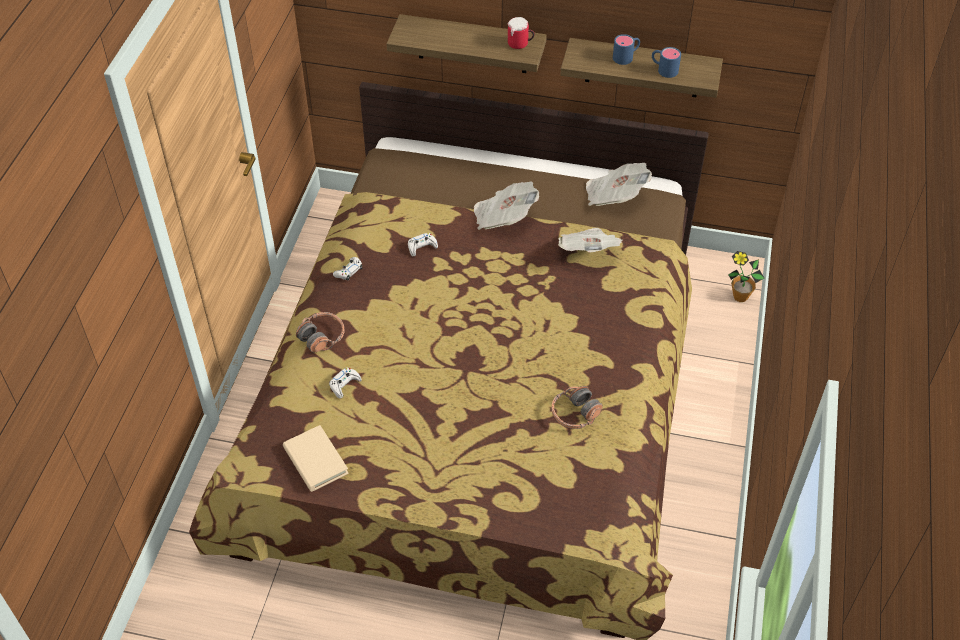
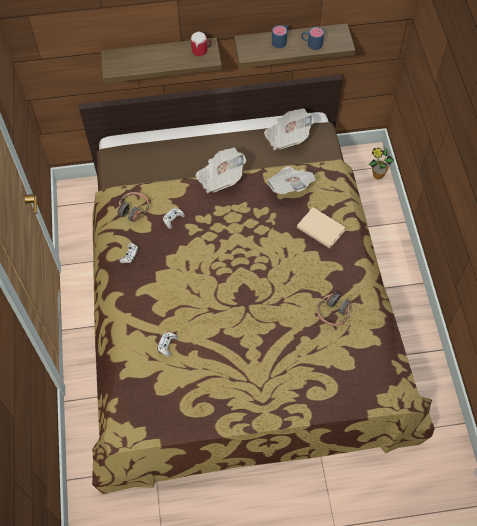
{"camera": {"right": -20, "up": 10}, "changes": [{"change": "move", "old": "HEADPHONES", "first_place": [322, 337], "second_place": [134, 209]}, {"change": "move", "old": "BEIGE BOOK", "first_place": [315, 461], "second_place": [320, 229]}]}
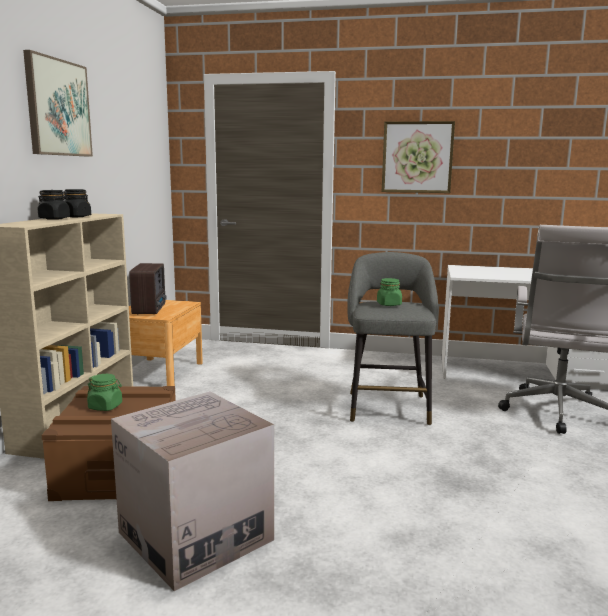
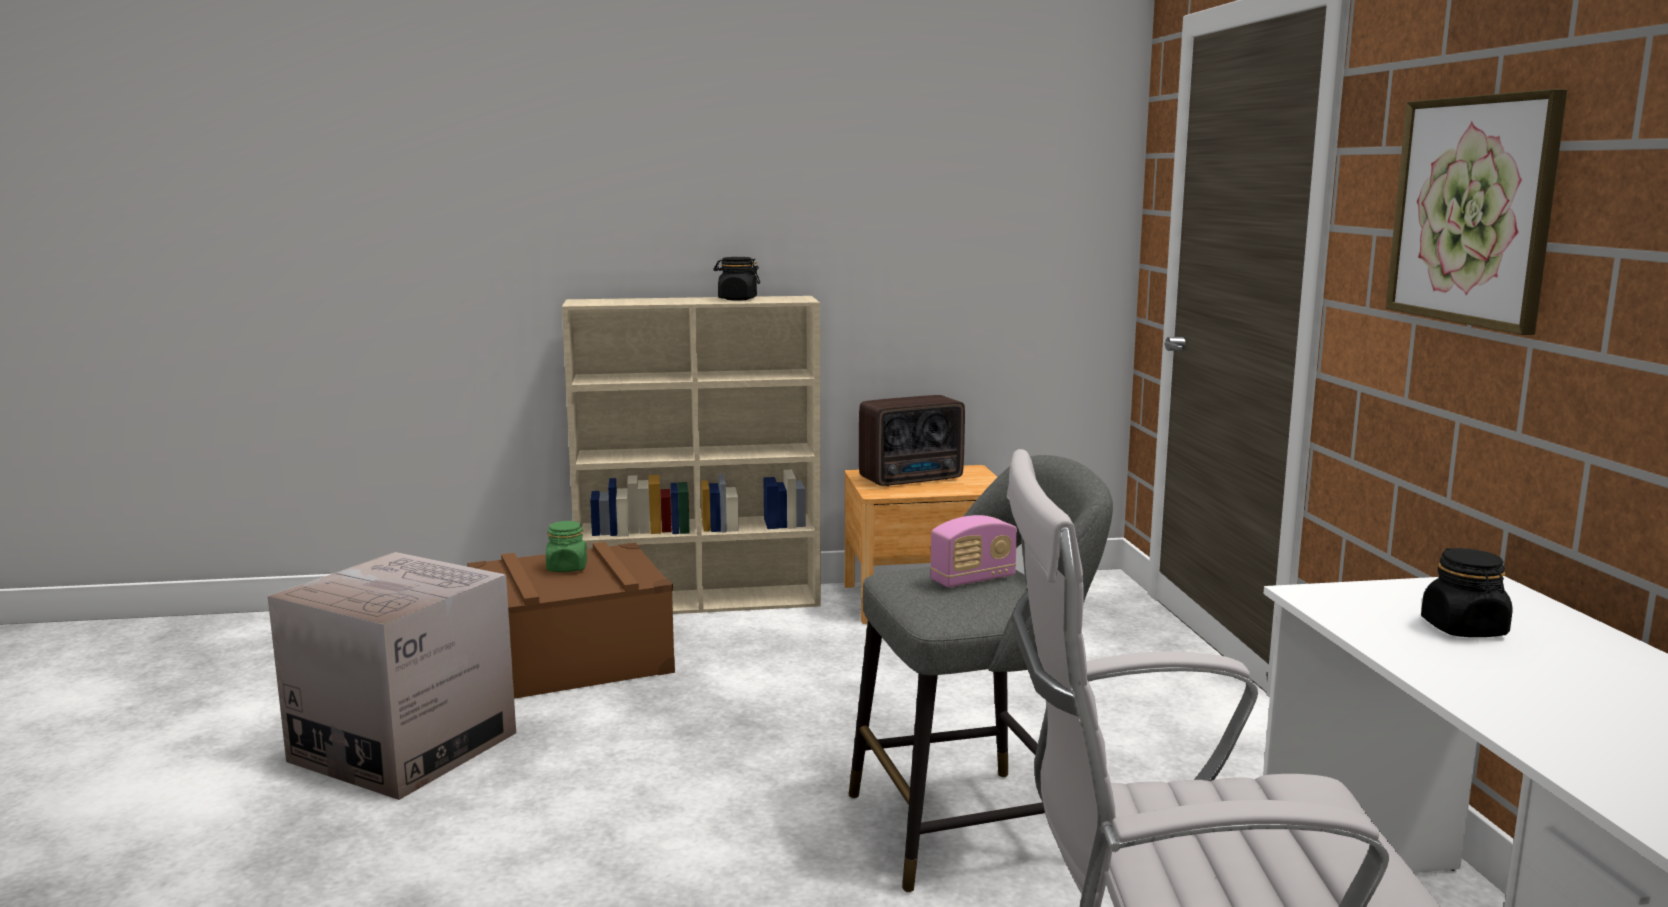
{"camera": {"right": 70, "up": 0}, "changes": [{"change": "replace", "old": "GREEN JAR", "new": "RADIO", "first_place": [389, 304], "second_place": [973, 580]}, {"change": "move", "old": "BLACK JAR", "first_place": [54, 219], "second_place": [1464, 629]}, {"change": "delete", "old": "PICTURE", "first_place": [58, 108]}]}
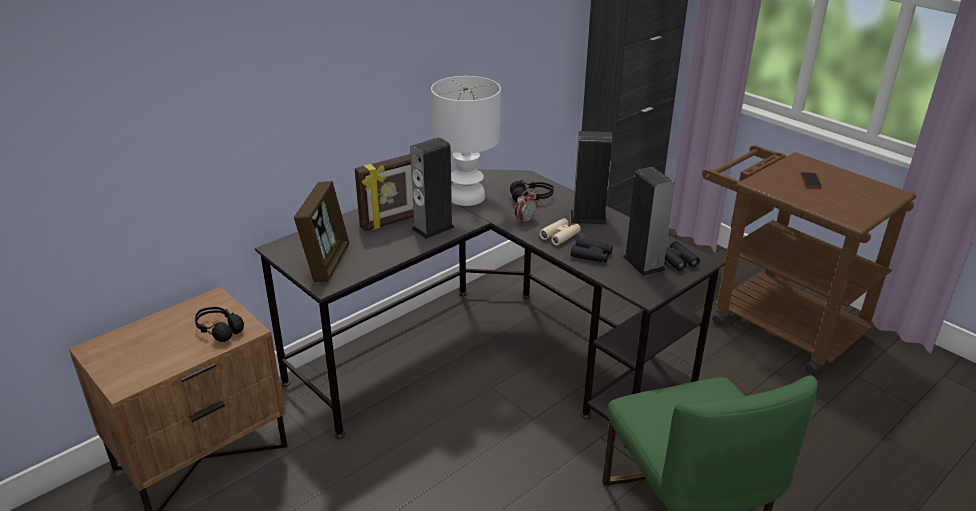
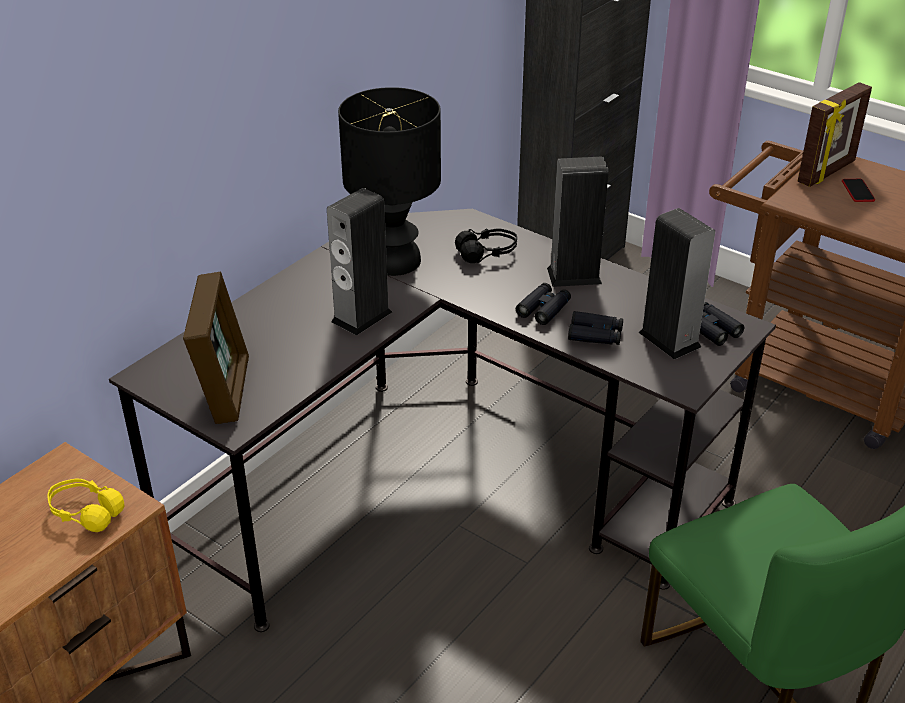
{"camera": {"right": -10, "up": 5}, "changes": [{"change": "recolor", "old": "BLACK HEADPHONES", "new": "YELLOW HEADPHONES", "first_place": [219, 330], "second_place": [85, 513]}, {"change": "recolor", "old": "WHITE TABLE LAMP", "new": "BLACK TABLE LAMP", "first_place": [467, 197], "second_place": [395, 261]}, {"change": "recolor", "old": "BEIGE BINOCULARS", "new": "BLACK BINOCULARS", "first_place": [560, 235], "second_place": [543, 309]}, {"change": "move", "old": "PICTURE FRAME", "first_place": [391, 222], "second_place": [827, 172]}, {"change": "delete", "old": "ALARM CLOCK", "first_place": [525, 220]}]}
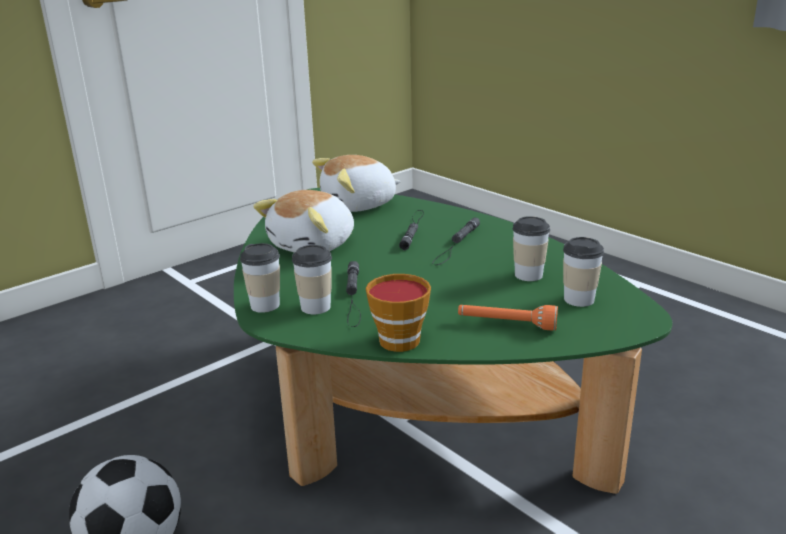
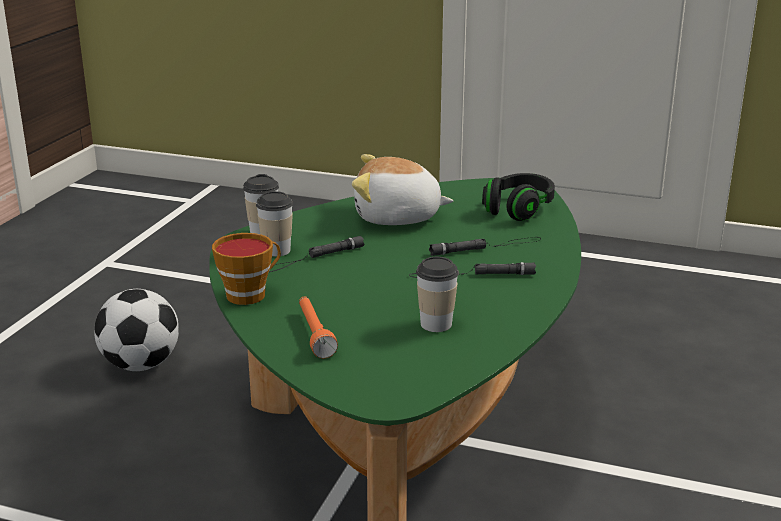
{"camera": {"right": 60, "up": 0}, "changes": [{"change": "replace", "old": "PLUSH TOY", "new": "BLACK HEADPHONES", "first_place": [359, 205], "second_place": [518, 210]}, {"change": "delete", "old": "CUP", "first_place": [579, 299]}]}
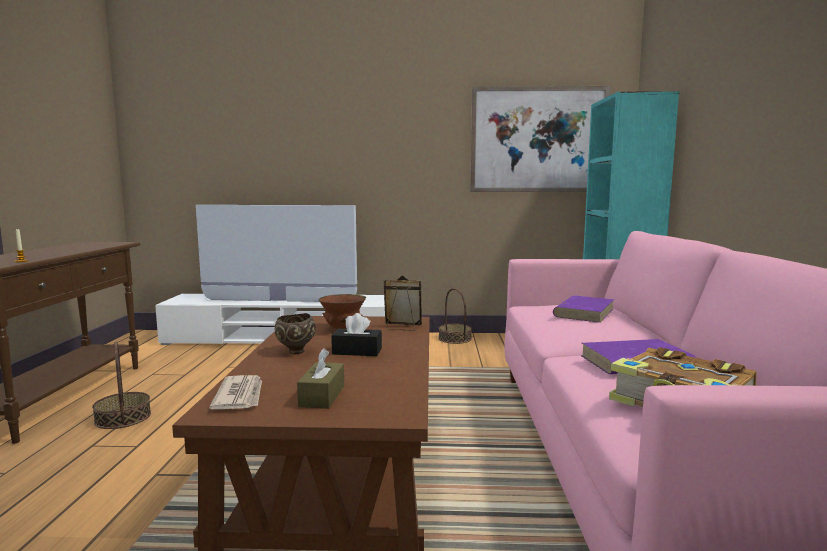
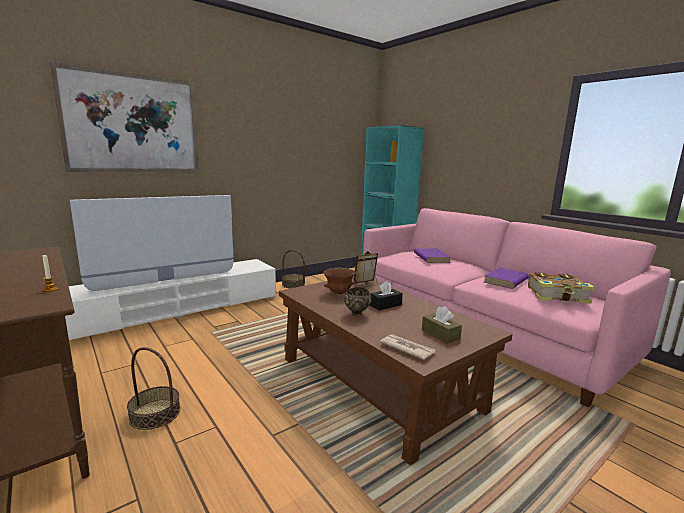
{"camera": {"right": -40, "up": 5}, "changes": [{"change": "move", "old": "PICTURE", "first_place": [538, 140], "second_place": [133, 124]}]}
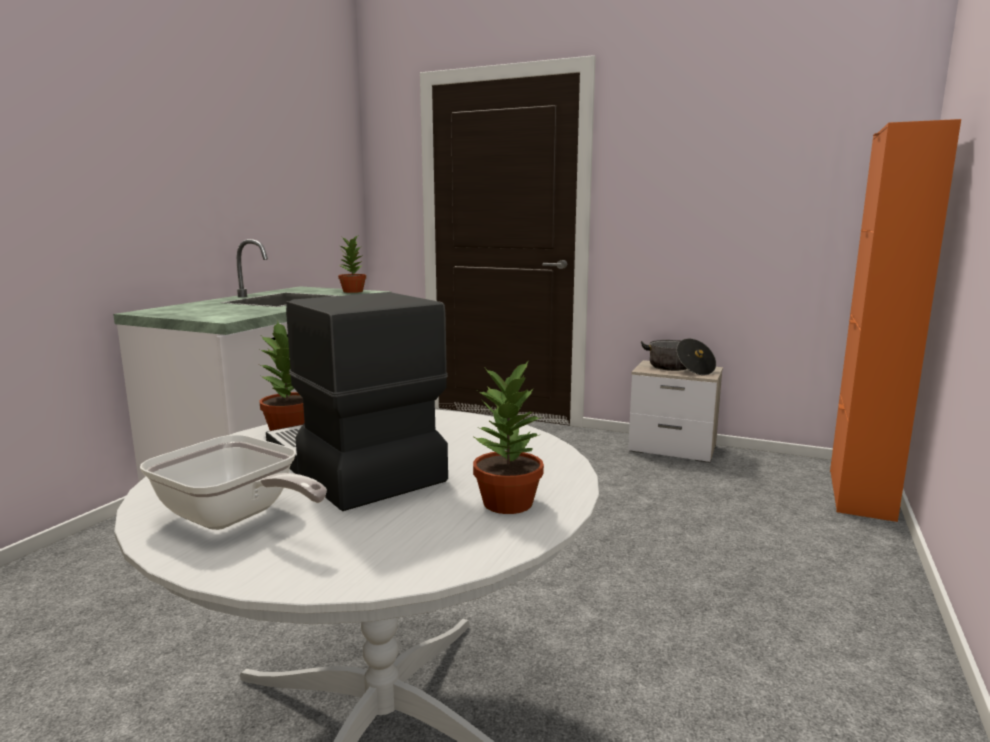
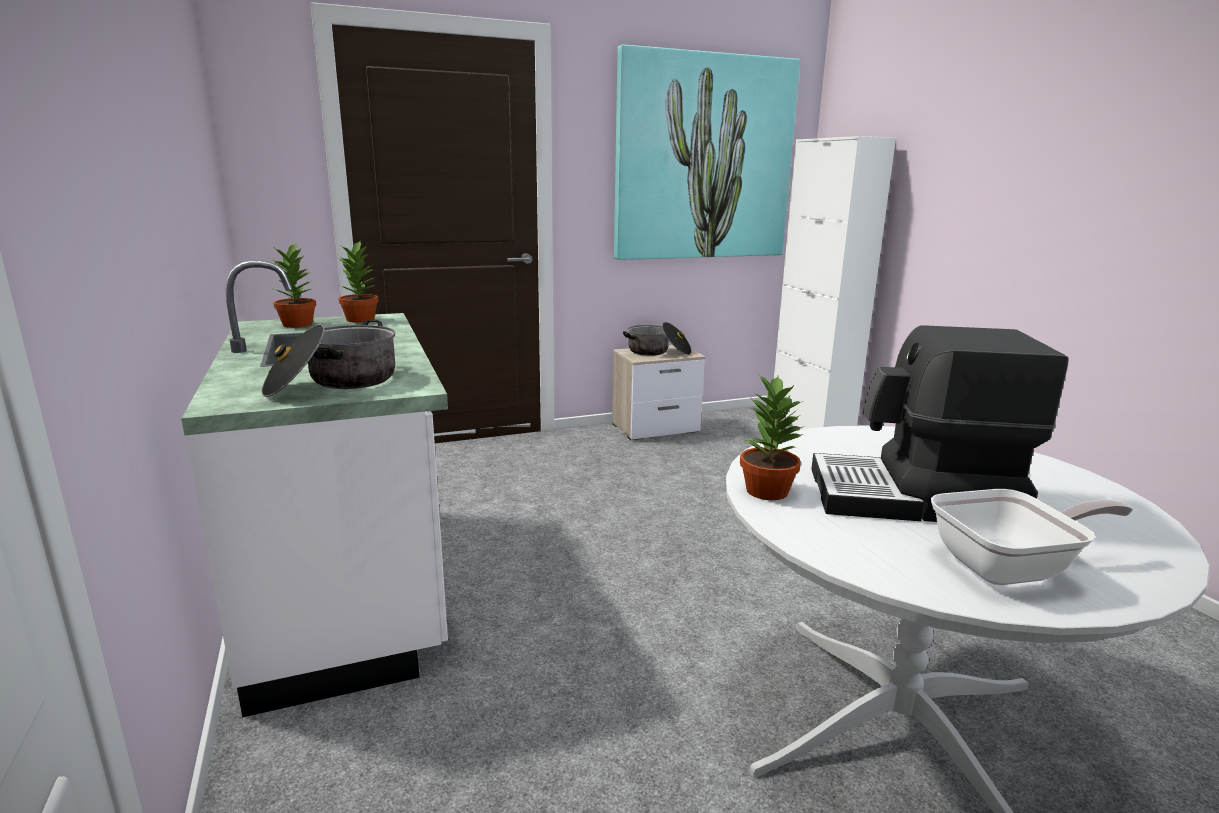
{"camera": {"right": -45, "up": 5}, "changes": [{"change": "insert", "new": "COOKING POT", "second_place": [334, 383]}, {"change": "move", "old": "POTTED PLANT", "first_place": [509, 503], "second_place": [298, 324]}, {"change": "insert", "new": "PICTURE", "second_place": [703, 159]}, {"change": "recolor", "old": "ORANGE CABINET", "new": "WHITE CABINET", "first_place": [860, 494], "second_place": [810, 426]}]}
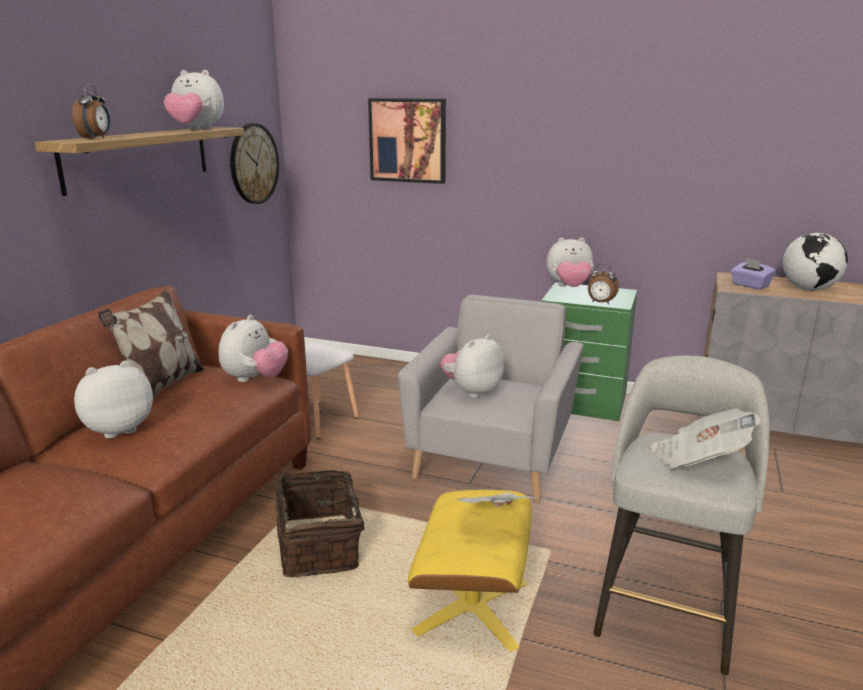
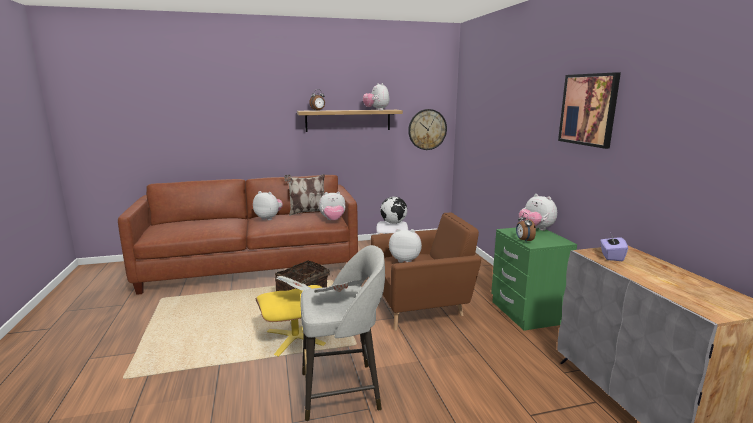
{"camera": {"right": 55, "up": -5}, "changes": [{"change": "recolor", "old": "GREY ARMCHAIR", "new": "BROWN ARMCHAIR", "first_place": [492, 456], "second_place": [421, 306]}, {"change": "move", "old": "GLOBE", "first_place": [808, 289], "second_place": [393, 223]}, {"change": "move", "old": "PICTURE", "first_place": [408, 140], "second_place": [588, 109]}]}
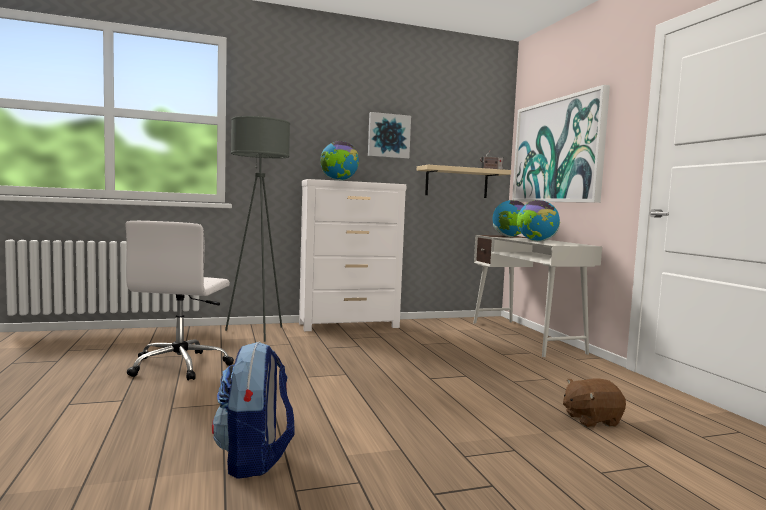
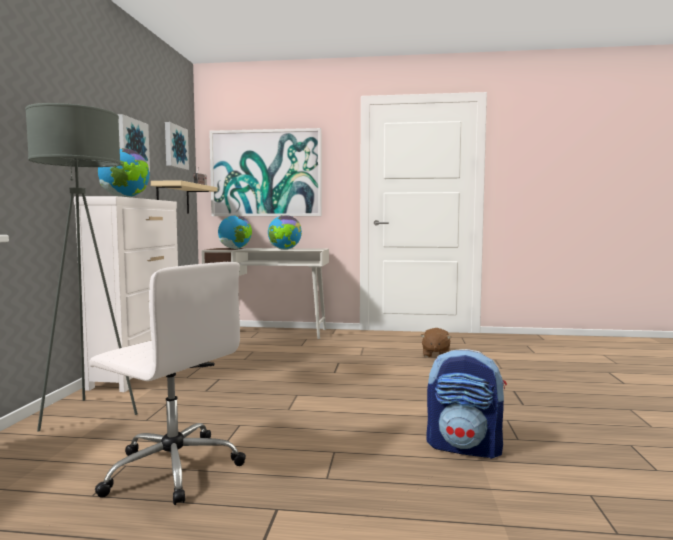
{"camera": {"right": -65, "up": 0}, "changes": [{"change": "insert", "new": "PICTURE", "second_place": [175, 147]}]}
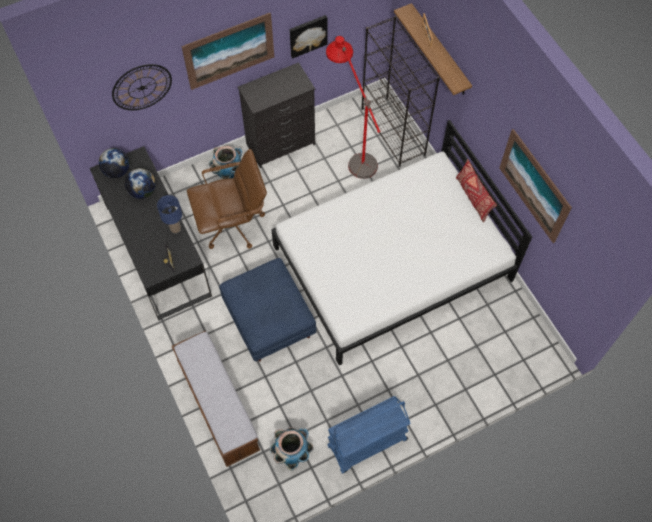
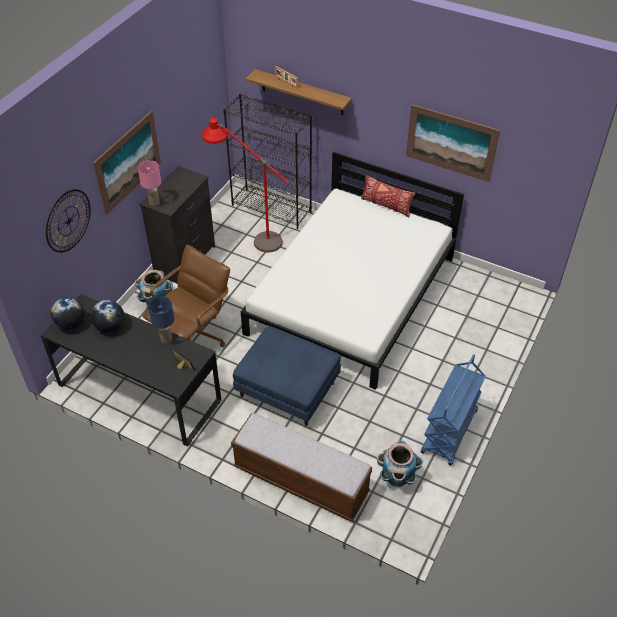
{"camera": {"right": -35, "up": -15}, "changes": [{"change": "insert", "new": "PINK TABLE LAMP", "second_place": [154, 202]}, {"change": "delete", "old": "PICTURE", "first_place": [307, 35]}]}
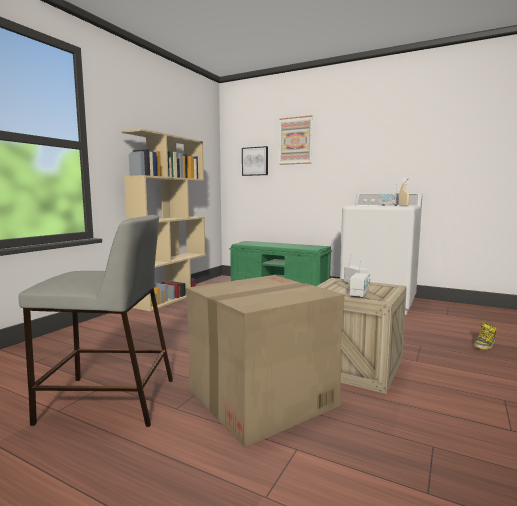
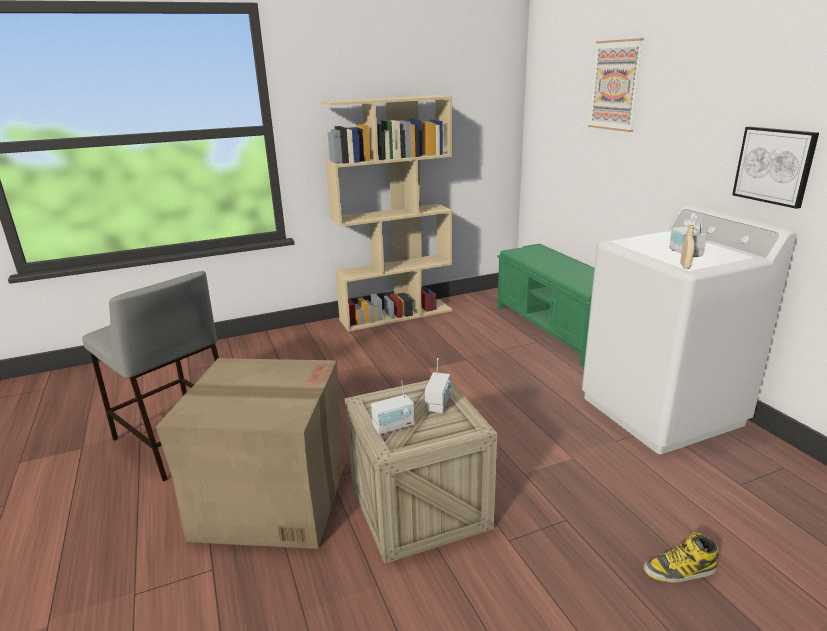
{"camera": {"right": 40, "up": 15}, "changes": [{"change": "move", "old": "PICTURE", "first_place": [255, 161], "second_place": [774, 166]}]}
